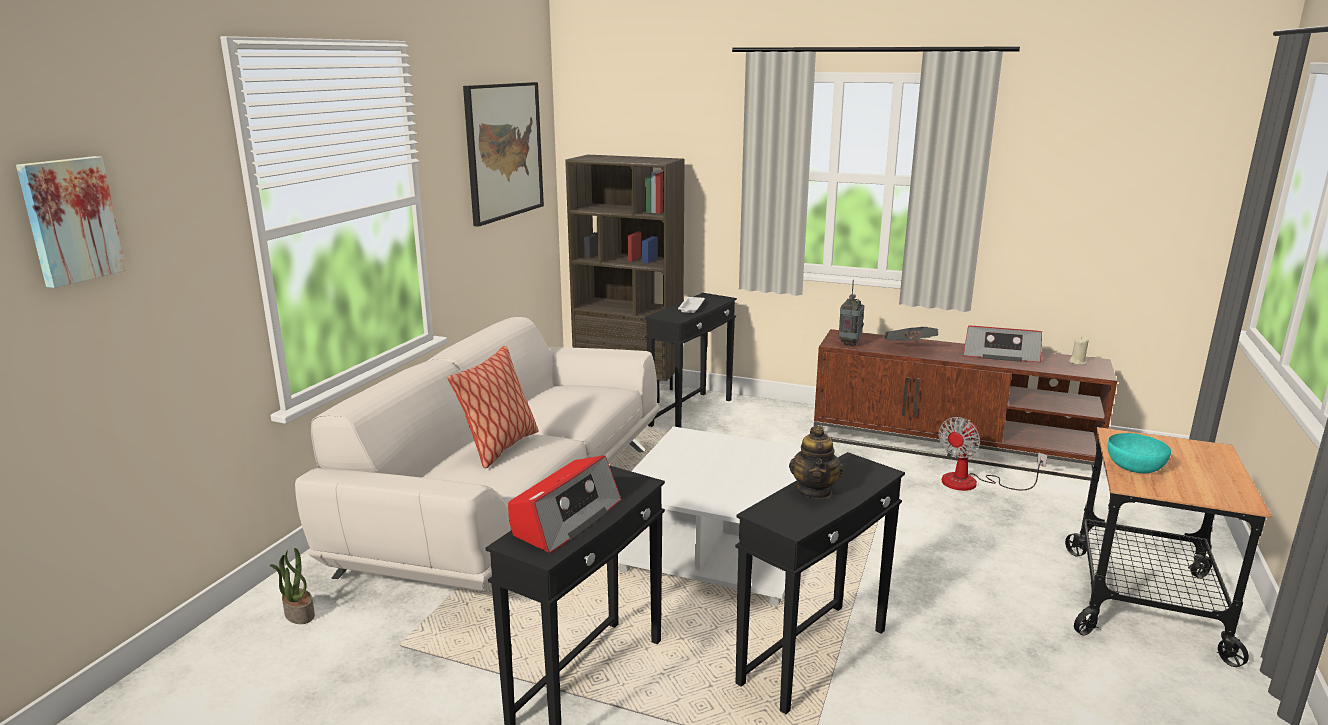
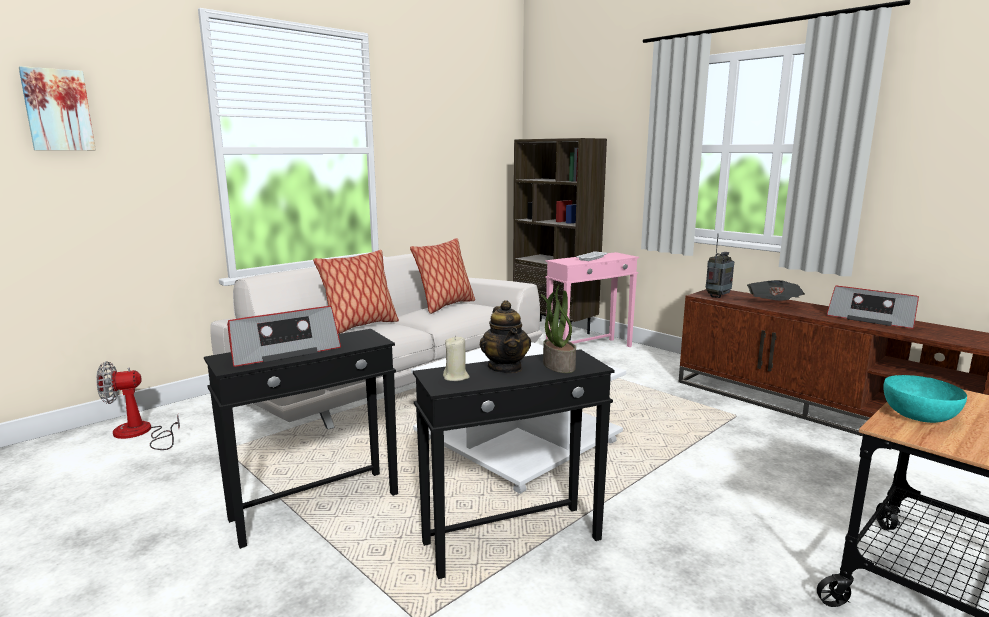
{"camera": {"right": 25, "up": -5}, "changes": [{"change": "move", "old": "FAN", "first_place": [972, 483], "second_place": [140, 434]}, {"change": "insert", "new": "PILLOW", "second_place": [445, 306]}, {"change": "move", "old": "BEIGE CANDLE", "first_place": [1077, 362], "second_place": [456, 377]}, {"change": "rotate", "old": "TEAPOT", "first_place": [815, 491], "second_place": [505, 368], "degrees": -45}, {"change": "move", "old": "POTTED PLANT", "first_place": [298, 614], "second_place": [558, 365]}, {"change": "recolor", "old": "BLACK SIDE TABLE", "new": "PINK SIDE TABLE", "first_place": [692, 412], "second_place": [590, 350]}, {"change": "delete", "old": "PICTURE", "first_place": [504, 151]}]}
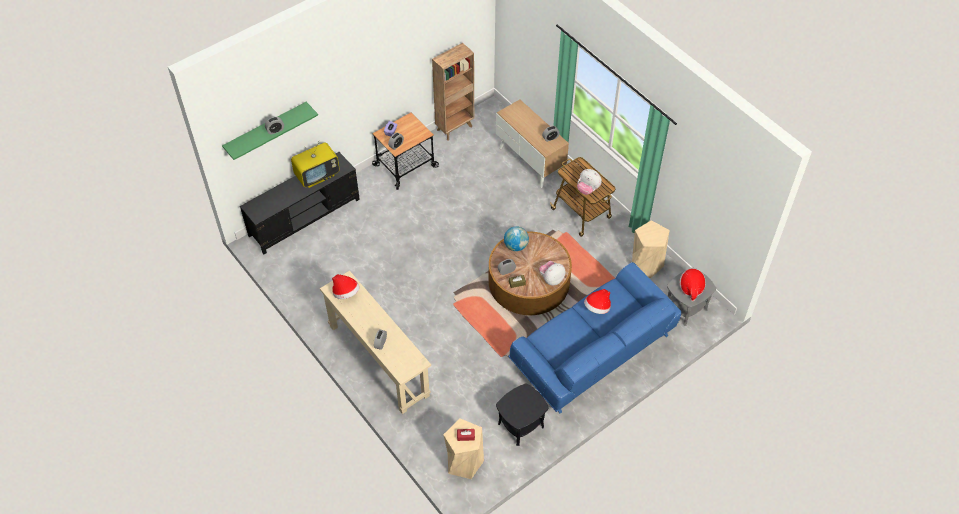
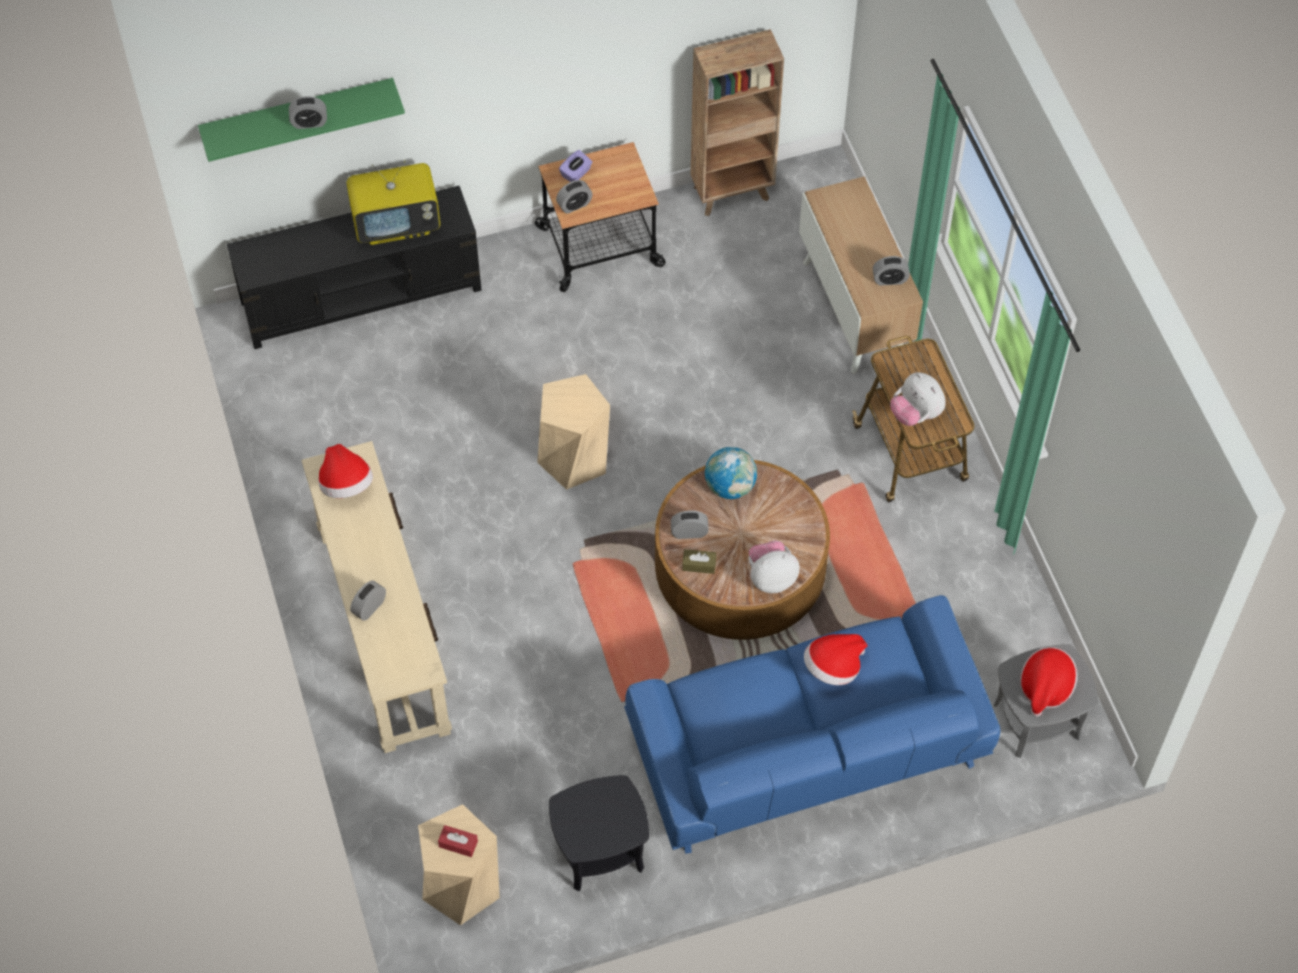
{"camera": {"right": 20, "up": 5}, "changes": [{"change": "move", "old": "BEIGE STOOL", "first_place": [646, 264], "second_place": [574, 458]}]}
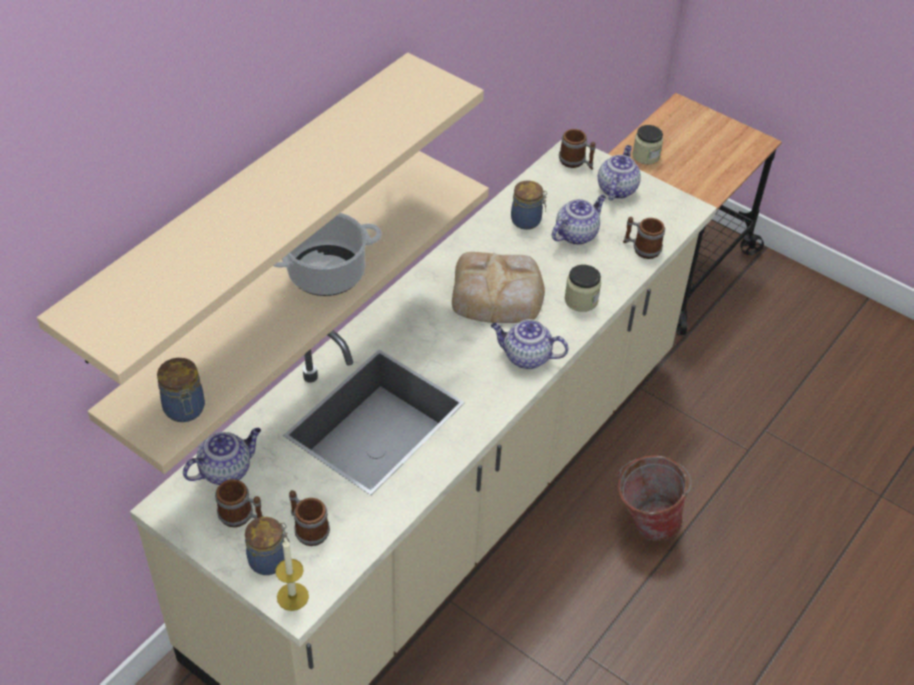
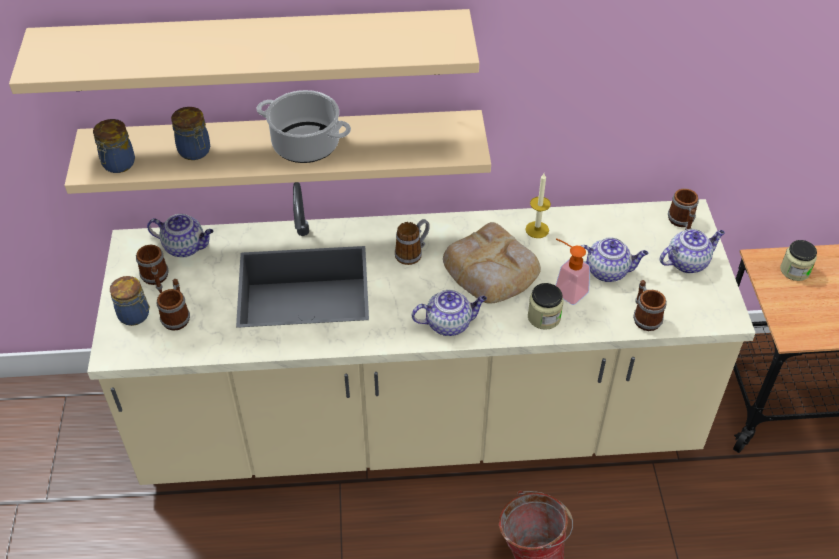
{"camera": {"right": 50, "up": 0}, "changes": [{"change": "move", "old": "JAR", "first_place": [527, 220], "second_place": [195, 152]}, {"change": "insert", "new": "MUG", "second_place": [413, 253]}, {"change": "rotate", "old": "TEAPOT", "first_place": [526, 357], "second_place": [449, 323], "degrees": 105}, {"change": "move", "old": "CANDLE", "first_place": [292, 596], "second_place": [537, 229]}, {"change": "insert", "new": "SOAP DISPENSER", "second_place": [566, 289]}]}
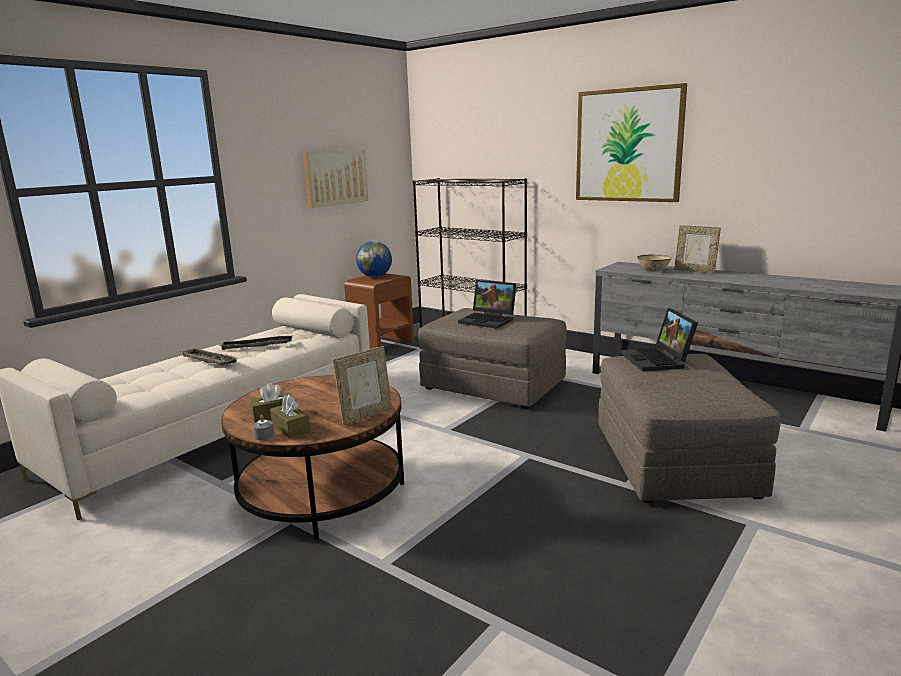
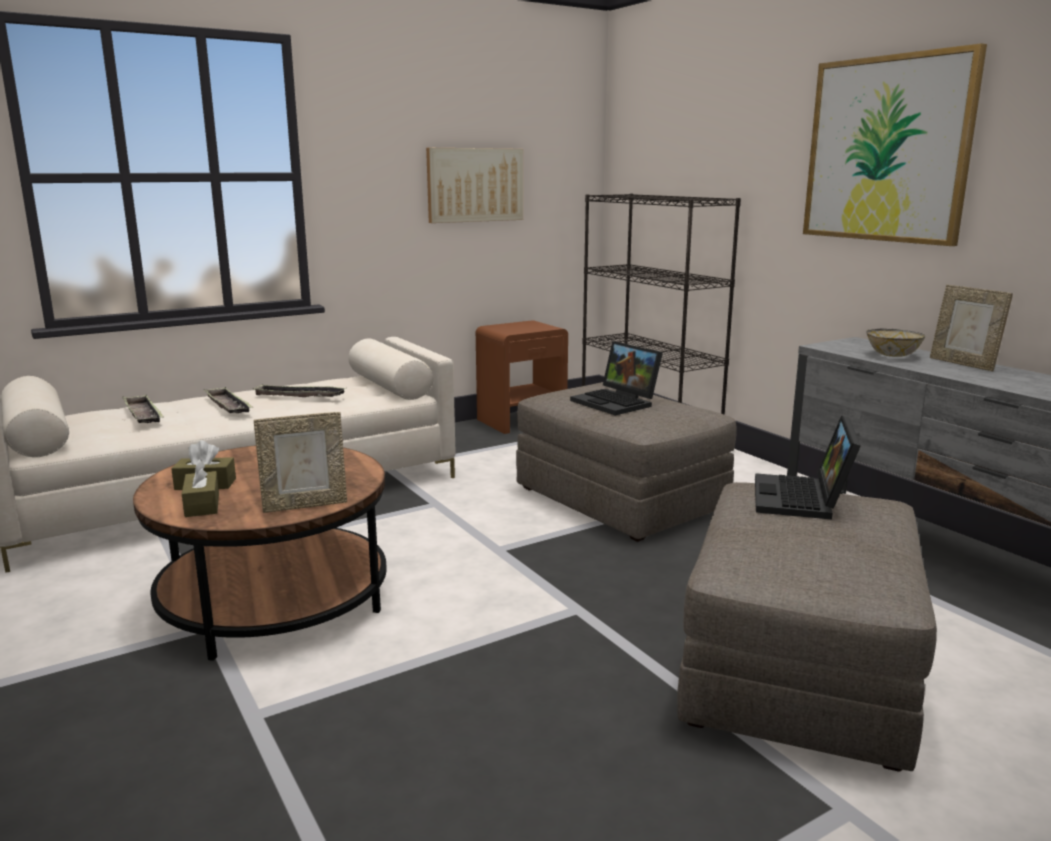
{"camera": {"right": 20, "up": 0}, "changes": [{"change": "insert", "new": "TRAY", "second_place": [143, 415]}, {"change": "delete", "old": "GREY CANDLE", "first_place": [264, 436]}, {"change": "delete", "old": "GLOBE", "first_place": [375, 276]}]}
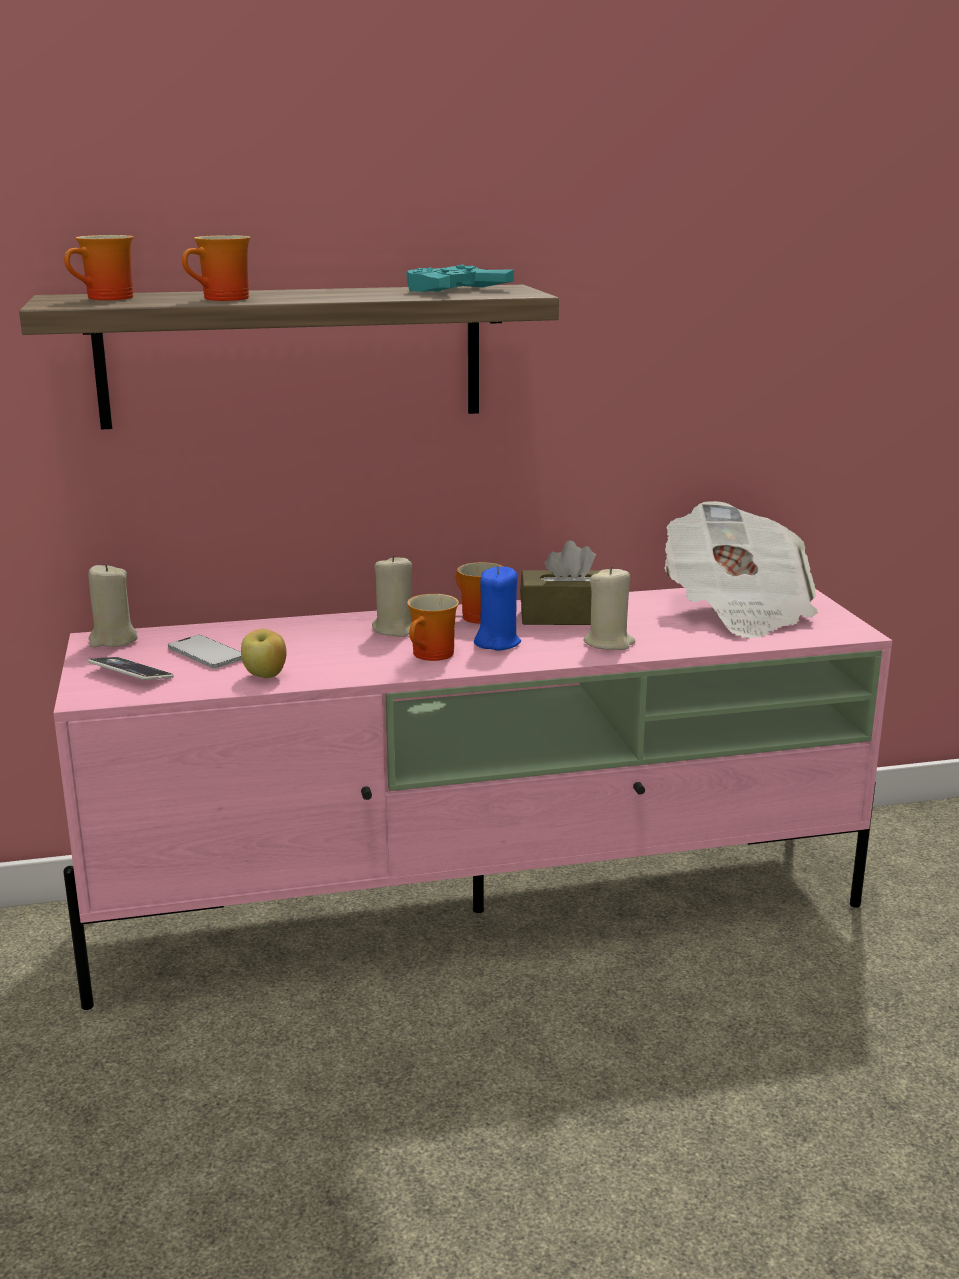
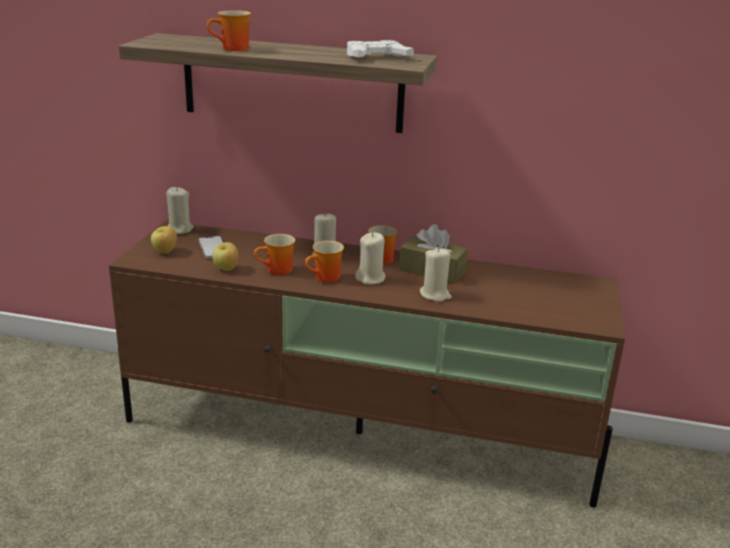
{"camera": {"right": 25, "up": 5}, "changes": [{"change": "recolor", "old": "PINK TV STAND", "new": "BROWN TV STAND", "first_place": [483, 910], "second_place": [361, 433]}, {"change": "replace", "old": "PHONE", "new": "APPLE", "first_place": [131, 674], "second_place": [165, 252]}, {"change": "move", "old": "MUG", "first_place": [107, 298], "second_place": [277, 271]}, {"change": "recolor", "old": "TURQUOISE GAME CONTROLLER", "new": "WHITE GAME CONTROLLER", "first_place": [456, 291], "second_place": [376, 57]}, {"change": "recolor", "old": "BLUE CANDLE", "new": "BEIGE CANDLE", "first_place": [497, 642], "second_place": [370, 278]}, {"change": "delete", "old": "NEWSPAPER", "first_place": [737, 610]}]}
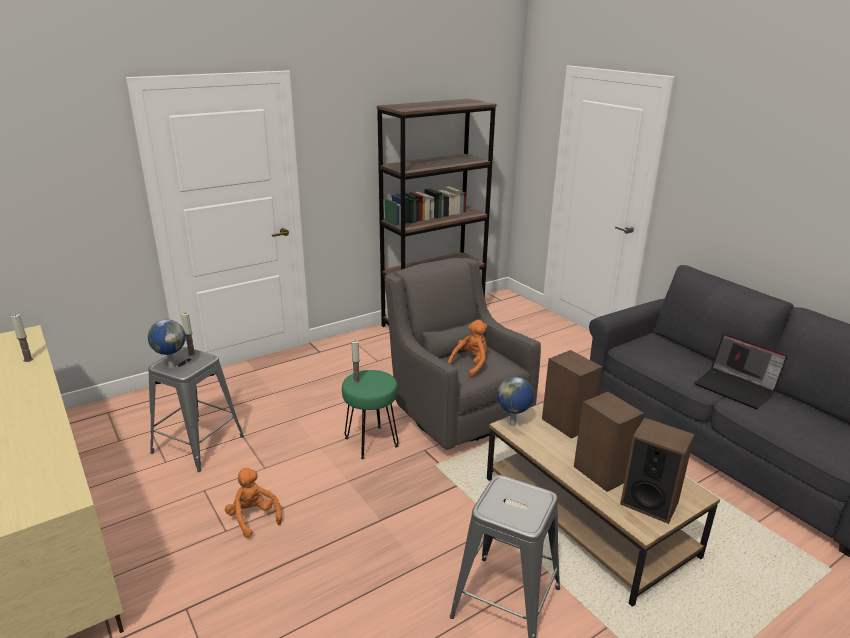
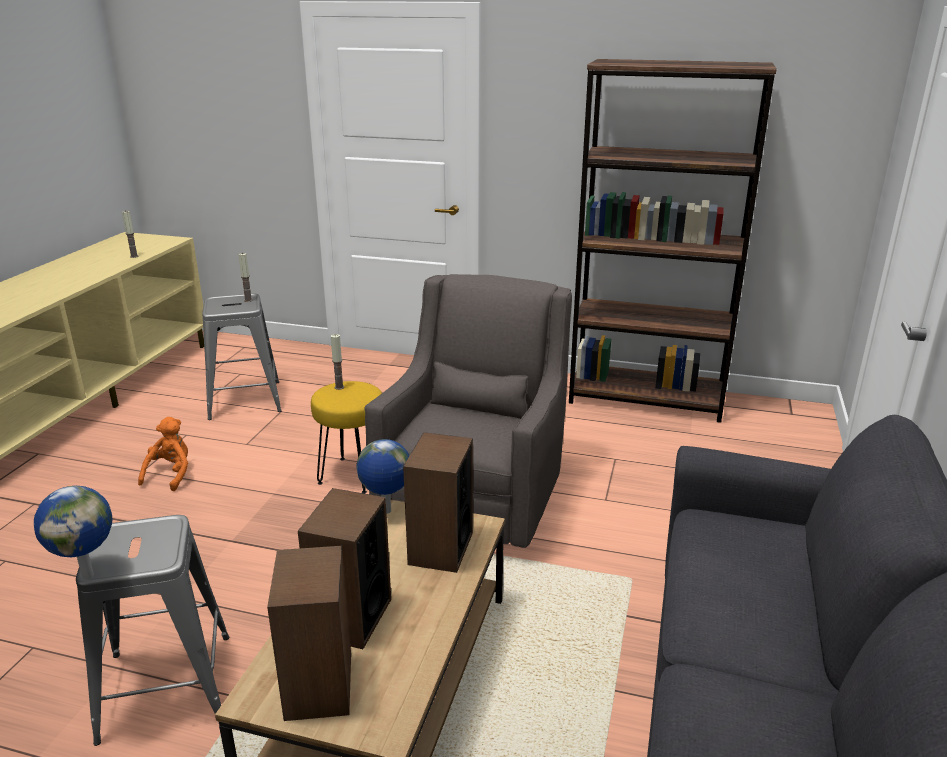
{"camera": {"right": 50, "up": 0}, "changes": [{"change": "move", "old": "GLOBE", "first_place": [171, 366], "second_place": [88, 574]}, {"change": "recolor", "old": "GREEN STOOL", "new": "YELLOW STOOL", "first_place": [370, 442], "second_place": [352, 474]}, {"change": "delete", "old": "ORANGE PLUSH TOY", "first_place": [470, 365]}, {"change": "delete", "old": "LAPTOP", "first_place": [736, 388]}]}
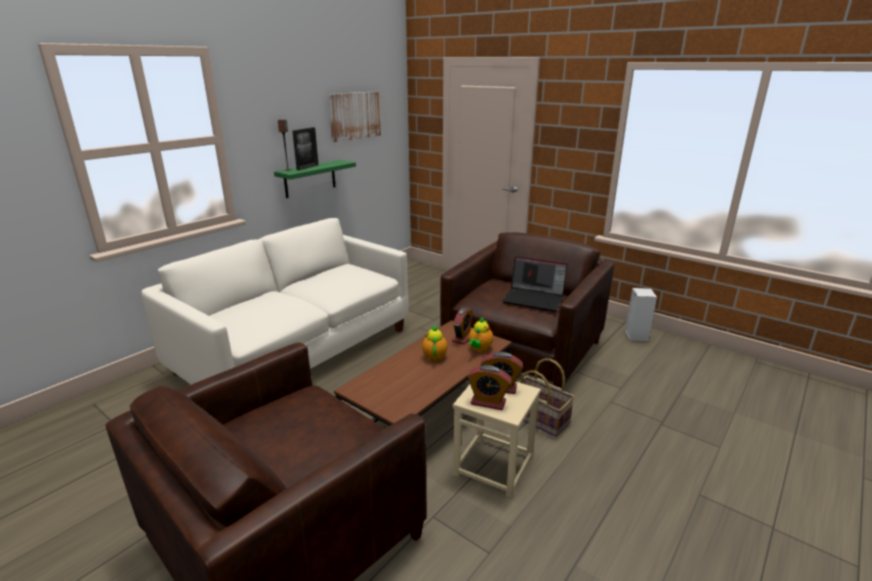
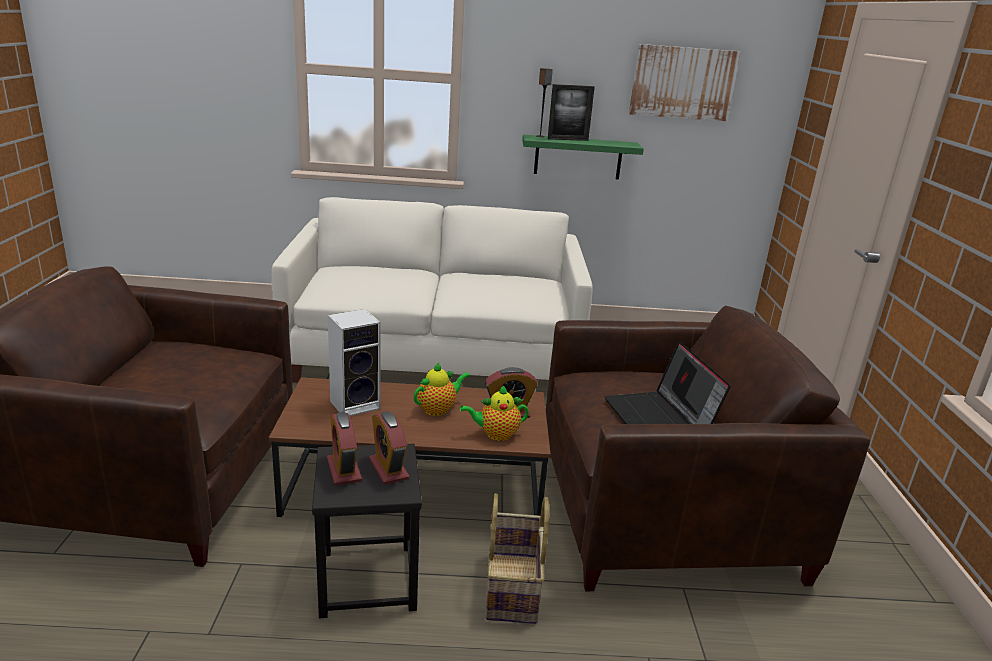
{"camera": {"right": 50, "up": 0}, "changes": [{"change": "recolor", "old": "BEIGE STOOL", "new": "BLACK STOOL", "first_place": [494, 465], "second_place": [369, 580]}, {"change": "move", "old": "SPEAKER", "first_place": [635, 335], "second_place": [356, 404]}]}
